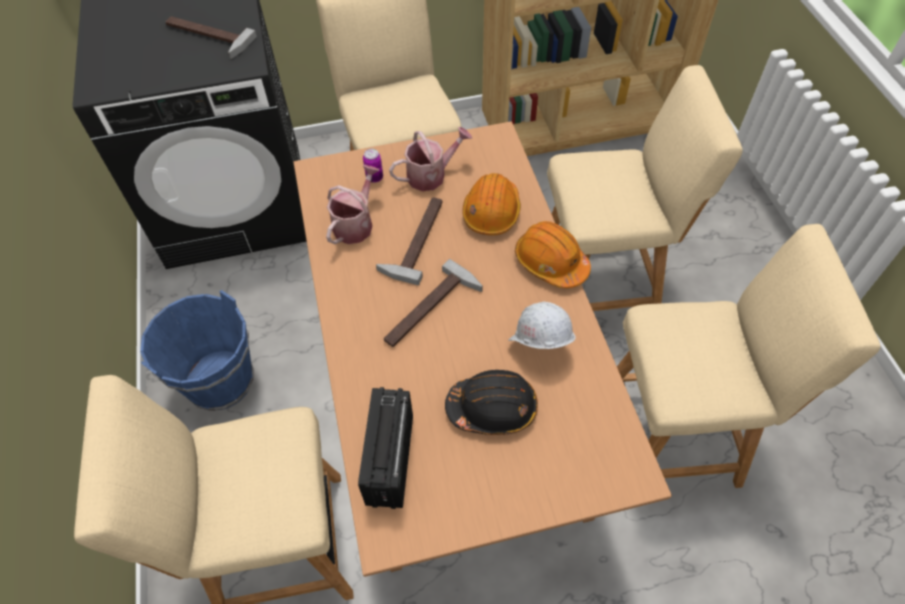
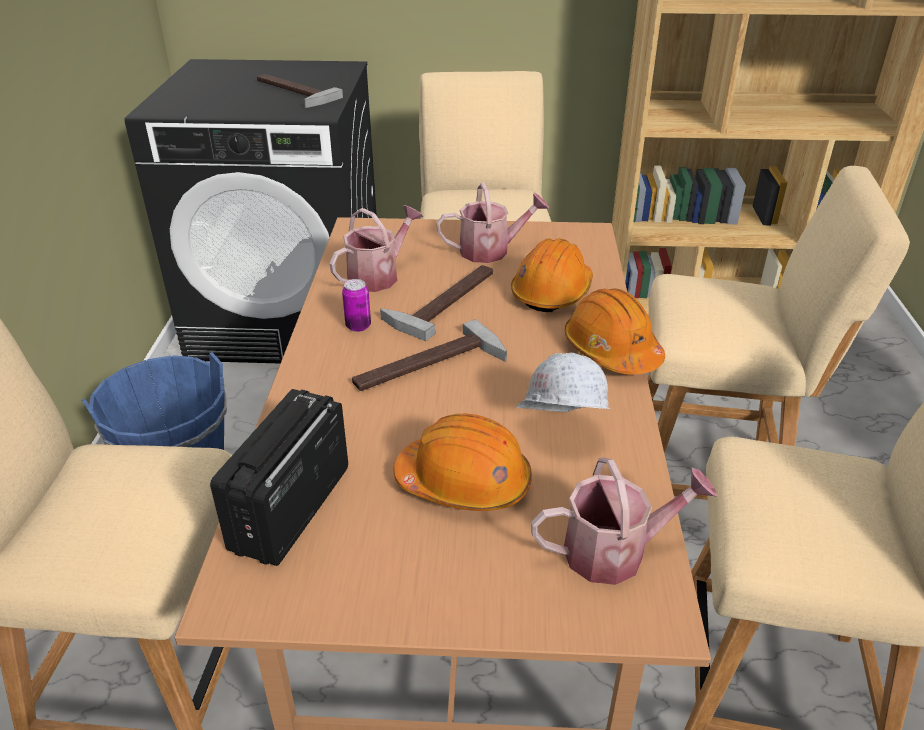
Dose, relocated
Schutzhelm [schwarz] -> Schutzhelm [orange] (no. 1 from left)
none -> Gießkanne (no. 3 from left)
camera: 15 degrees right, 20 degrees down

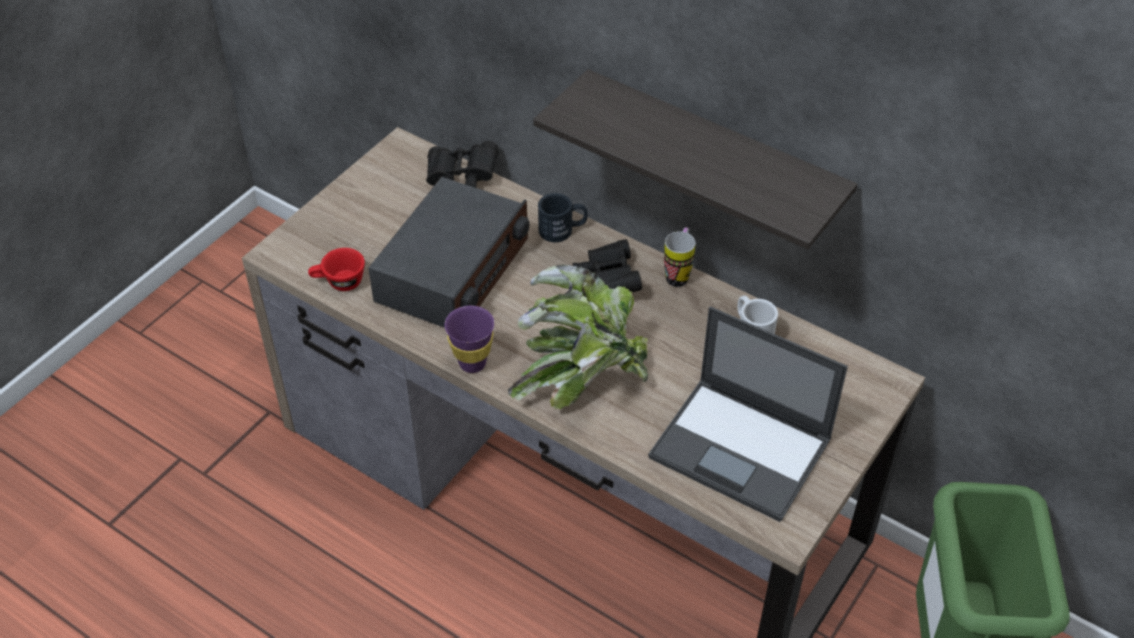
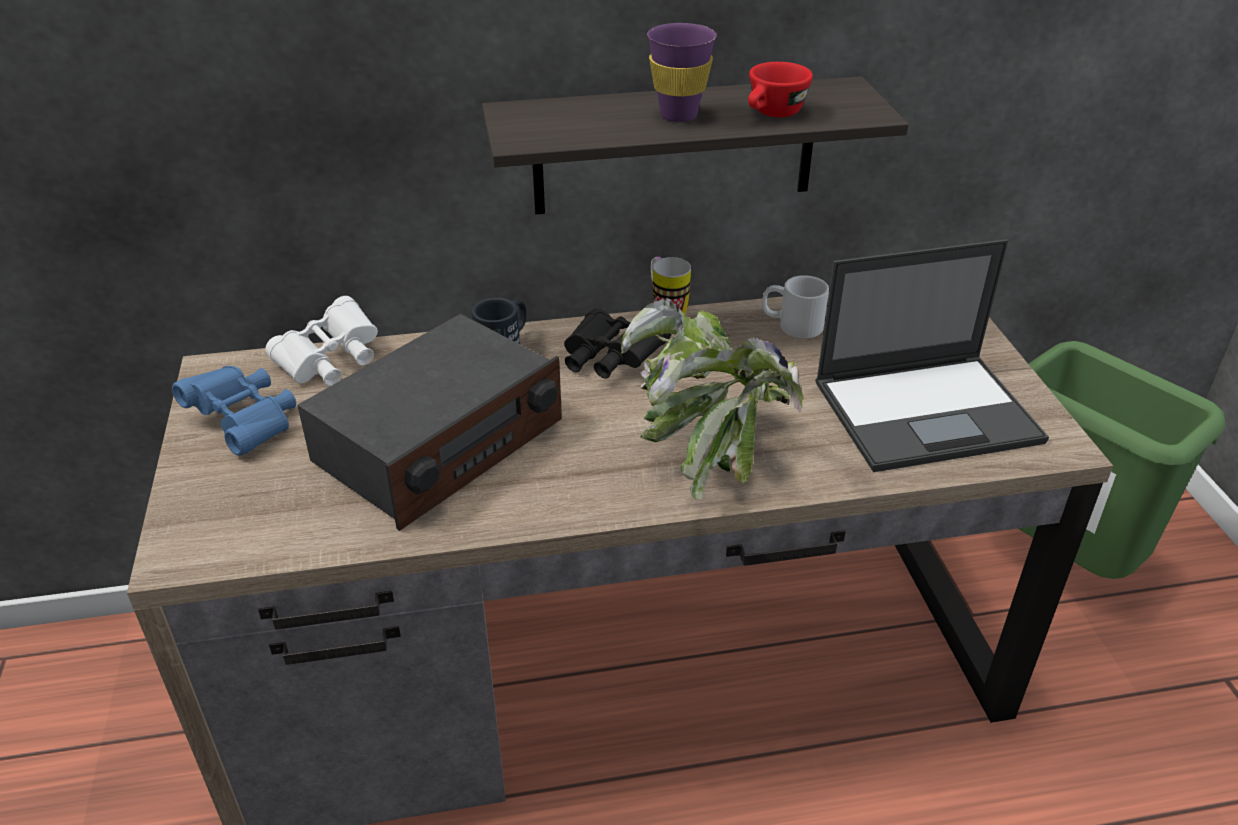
Tasse [rot], relocated
Radio, 60 degrees clockwise
Fernglas [schwarz] (no. 1 from left) -> Fernglas [weiß]
Tasse [lila], relocated
none -> Fernglas [blau]
camera: 45 degrees left, 10 degrees down

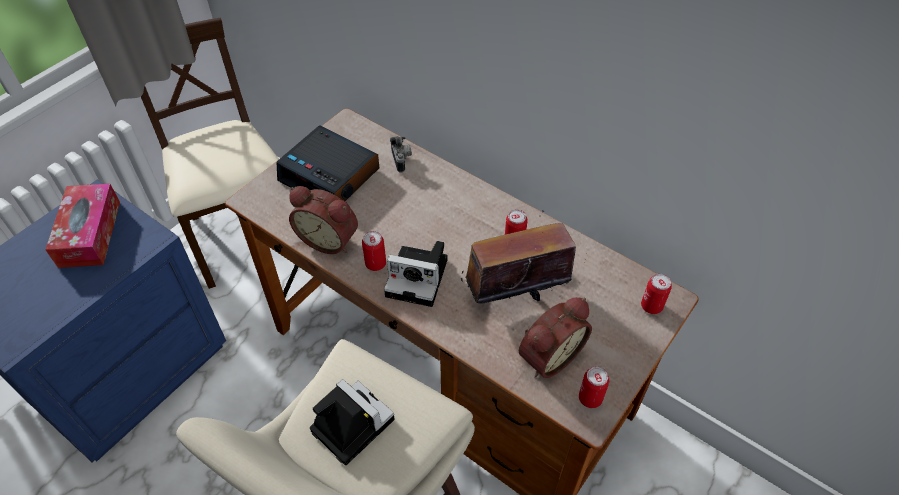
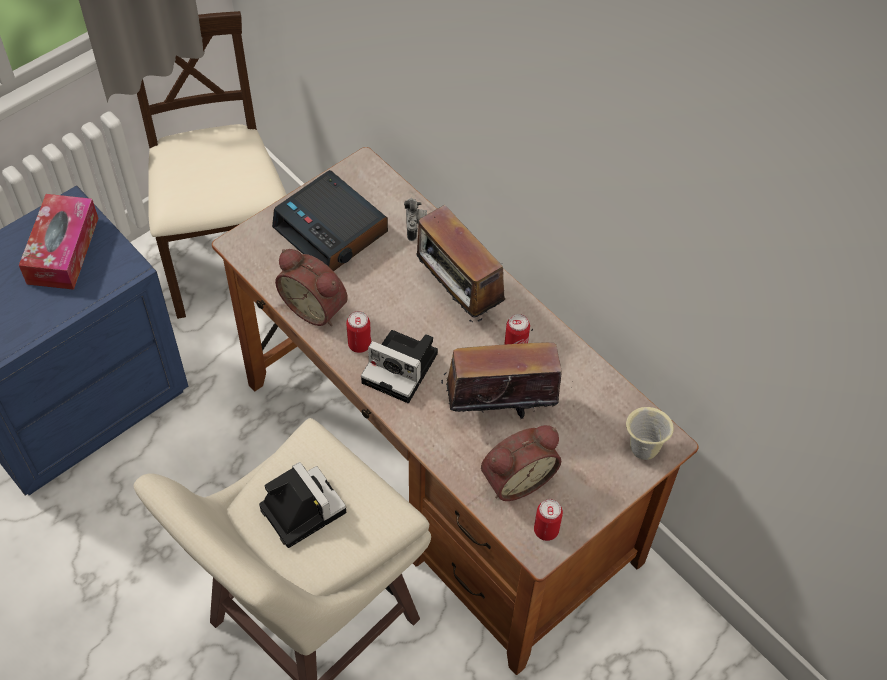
Dose (no. 4 from left) -> Henkelbecher [beige]
none -> Radio (no. 1 from left)
camera: 10 degrees right, 5 degrees up

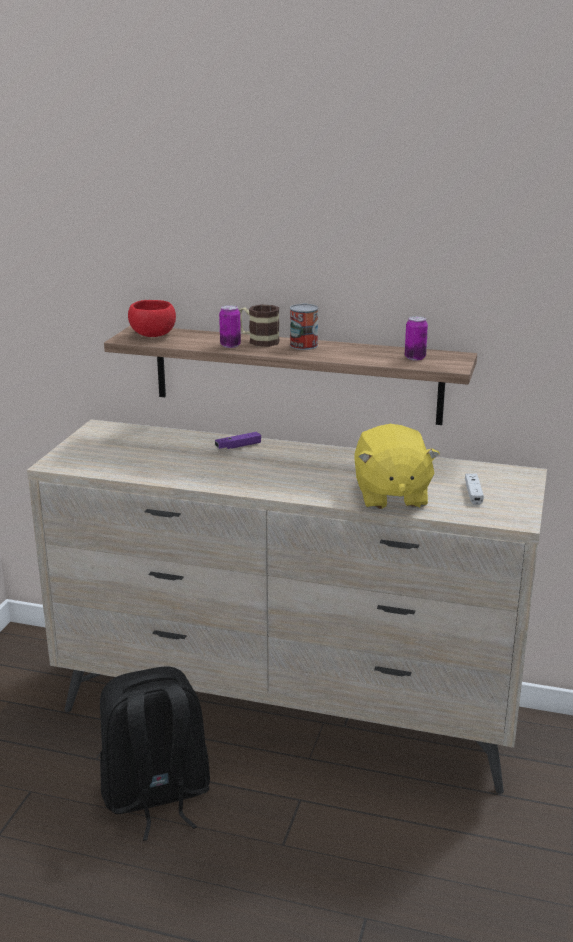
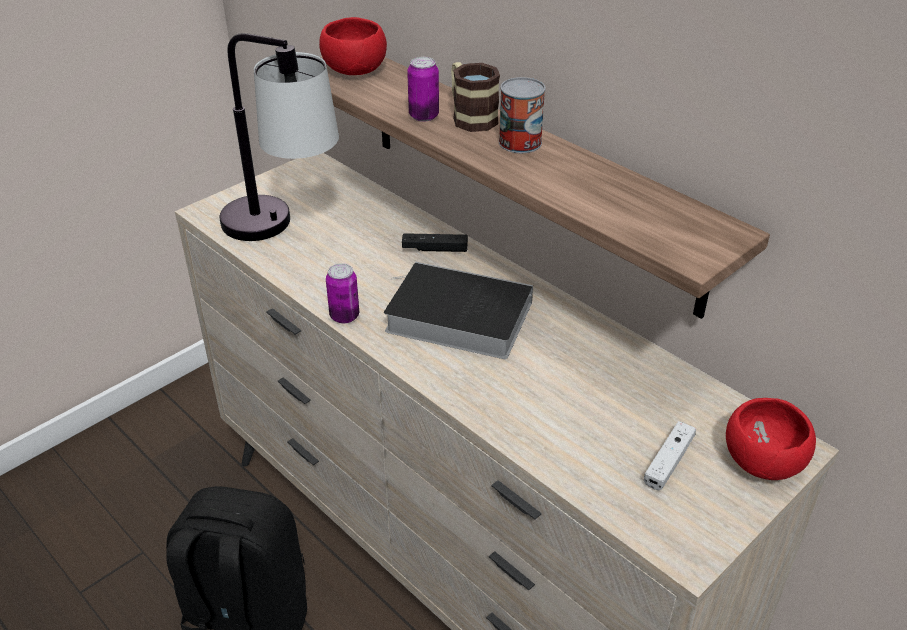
Gamepad [lila] -> Gamepad [schwarz]
Plüschtier [gelb] -> none
Dose (no. 3 from left in the first image) -> Dose (no. 1 from left), relocated
none -> Tischlampe
none -> Buch
none -> Schüssel [rot] (no. 2 from left)
camera: 30 degrees right, 15 degrees up

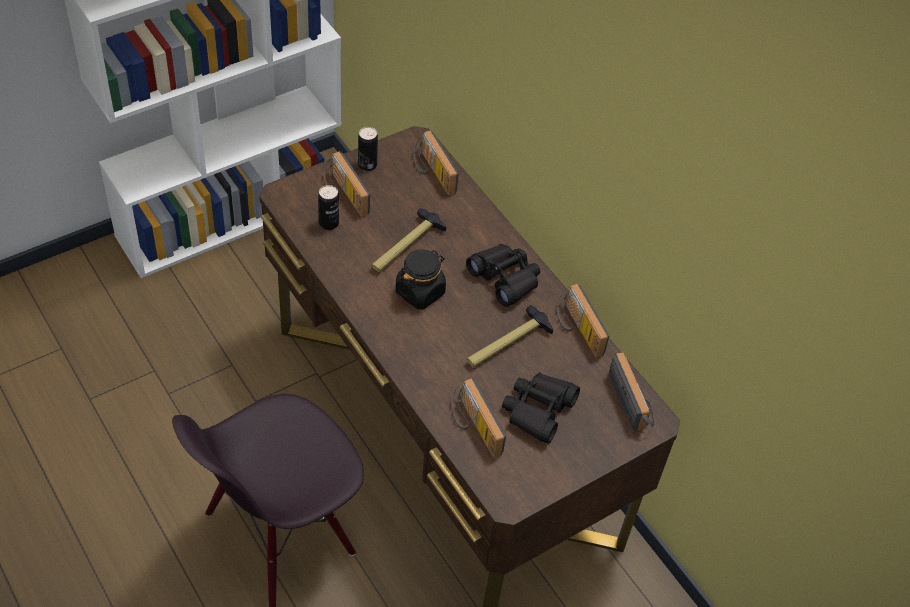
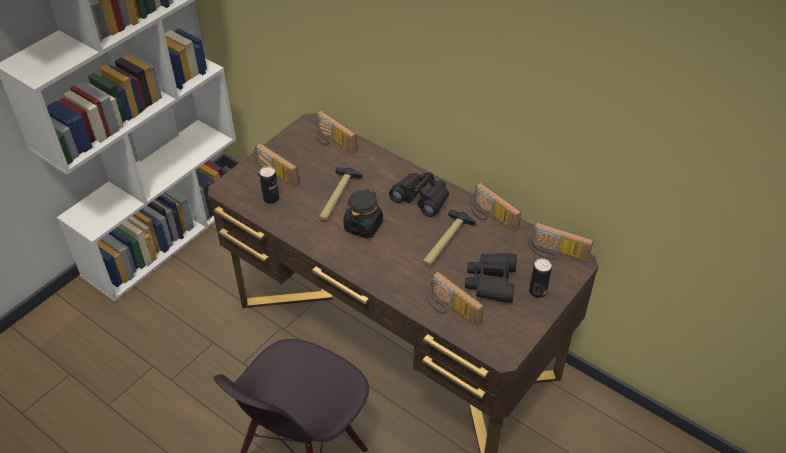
Dose (no. 2 from left), relocated
Radio (no. 5 from left), 150 degrees clockwise
camera: 15 degrees left, 5 degrees down

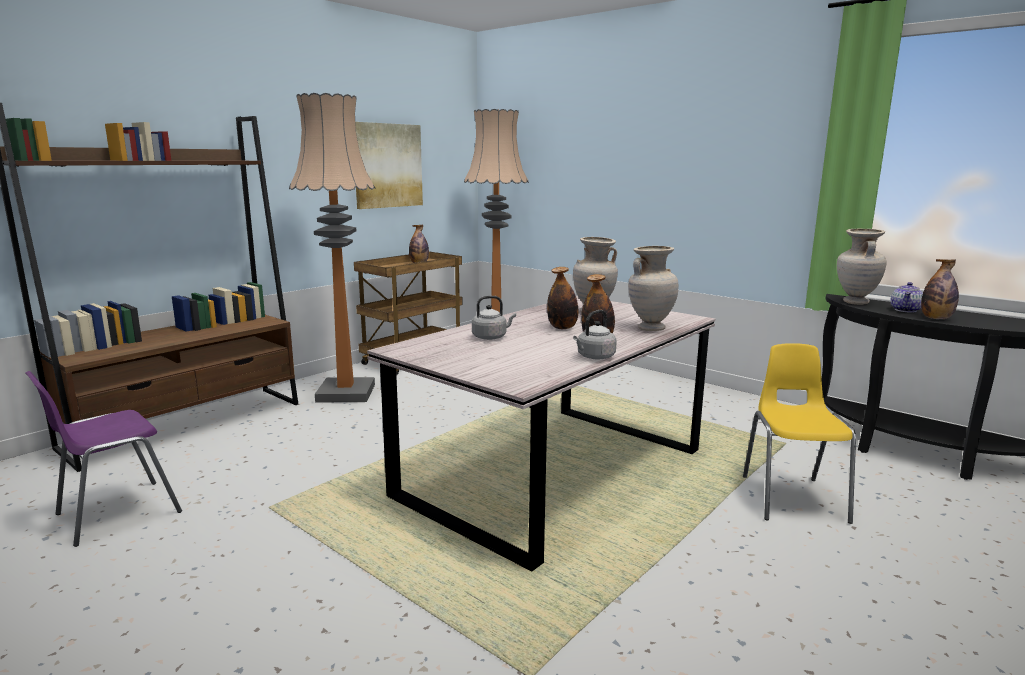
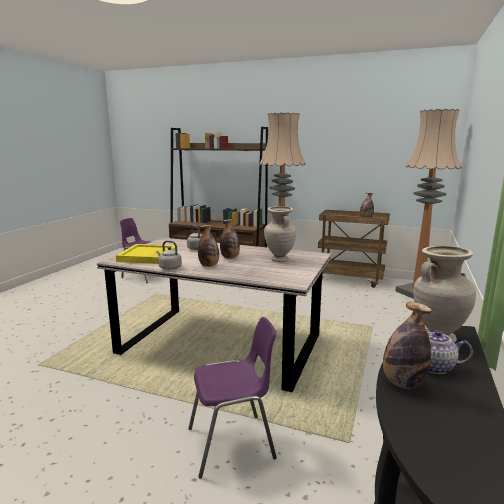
Bild -> none
Vase [beige] (no. 2 from left) -> none
Stuhl [gelb] -> Stuhl [lila] (no. 2 from left)
none -> Tablett [gelb]
camera: 70 degrees right, 0 degrees up

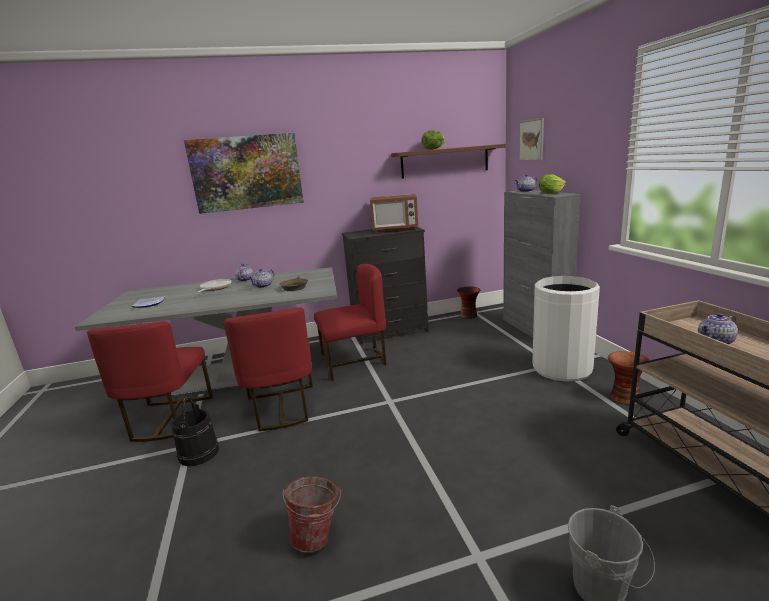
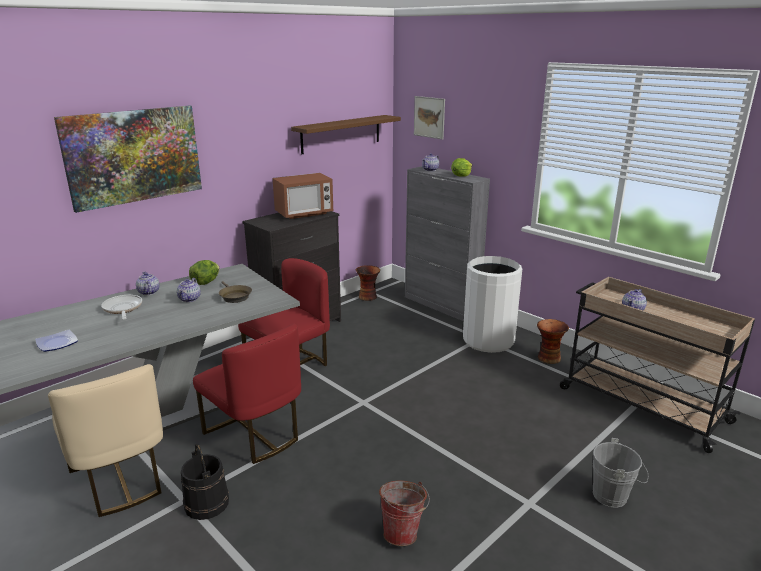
Stuhl [rot] (no. 1 from left) -> Stuhl [beige]
Salatkopf (no. 1 from left), relocated
camera: 30 degrees left, 5 degrees up

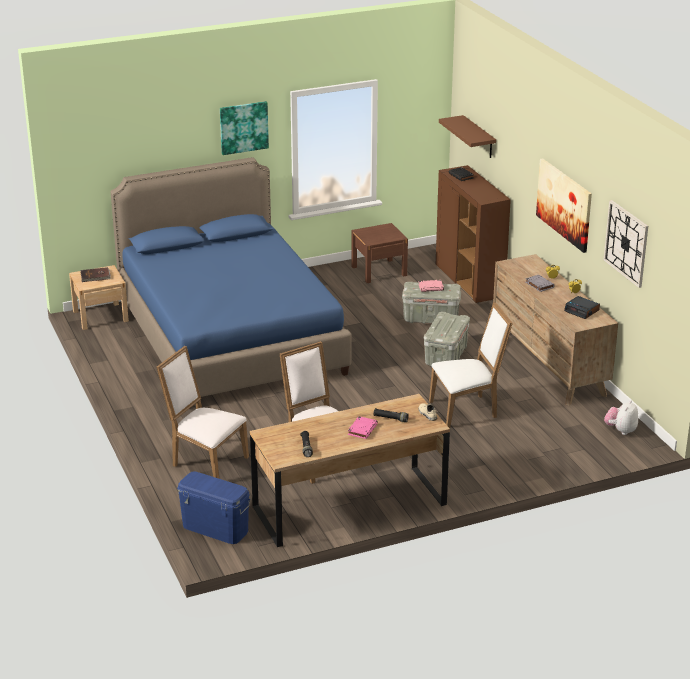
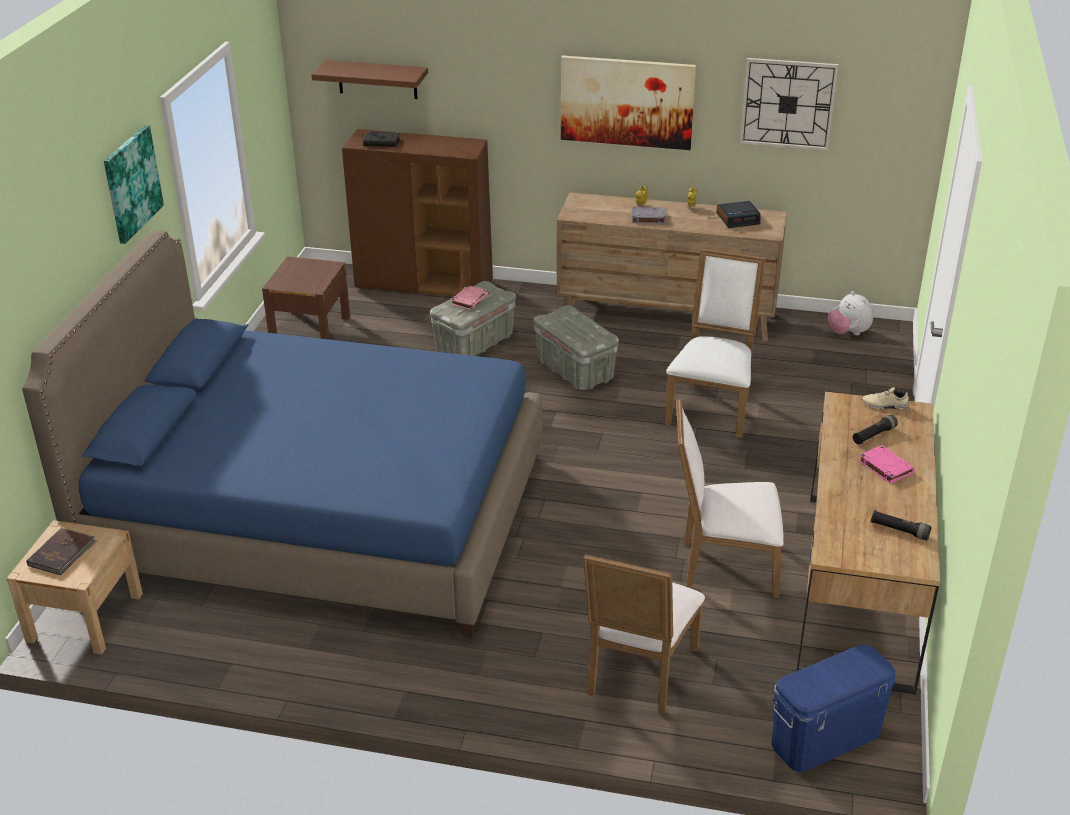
Stuhl [weiß] (no. 1 from left), 45 degrees counterclockwise
camera: 55 degrees left, 5 degrees up

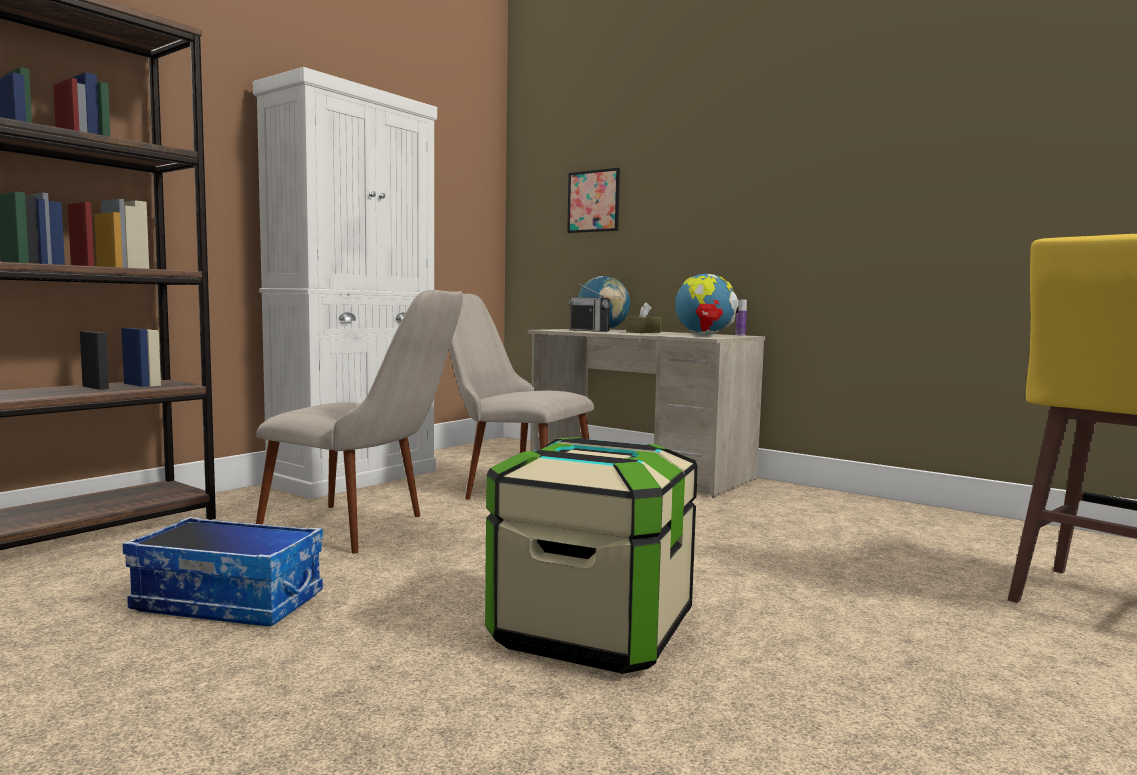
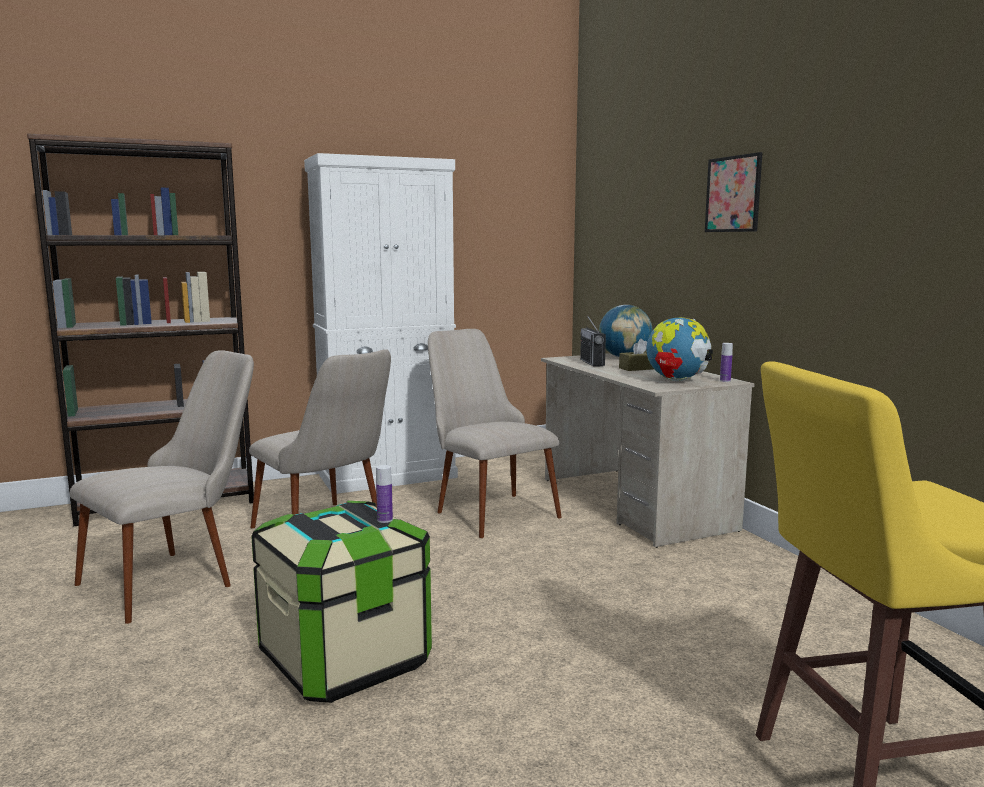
Aufbewahrungsbox (no. 1 from left) -> Stuhl [beige] (no. 1 from left)
Bild, relocated
none -> Flasche (no. 1 from left)
camera: 30 degrees right, 5 degrees up

